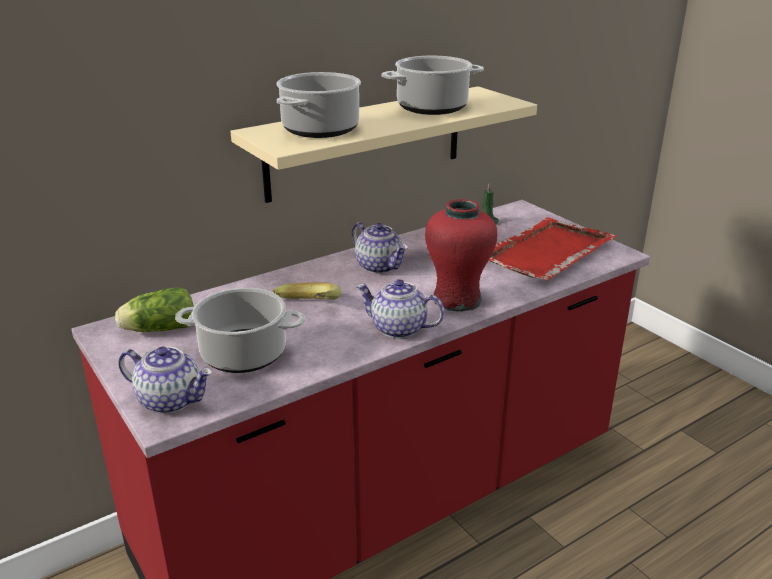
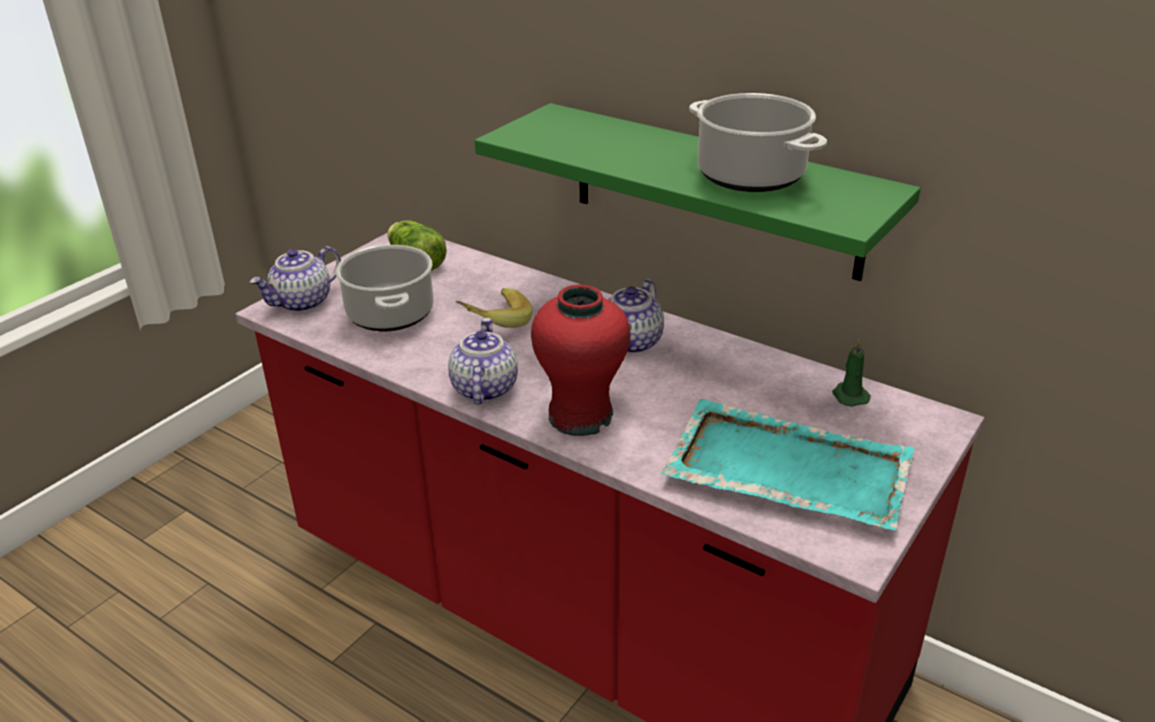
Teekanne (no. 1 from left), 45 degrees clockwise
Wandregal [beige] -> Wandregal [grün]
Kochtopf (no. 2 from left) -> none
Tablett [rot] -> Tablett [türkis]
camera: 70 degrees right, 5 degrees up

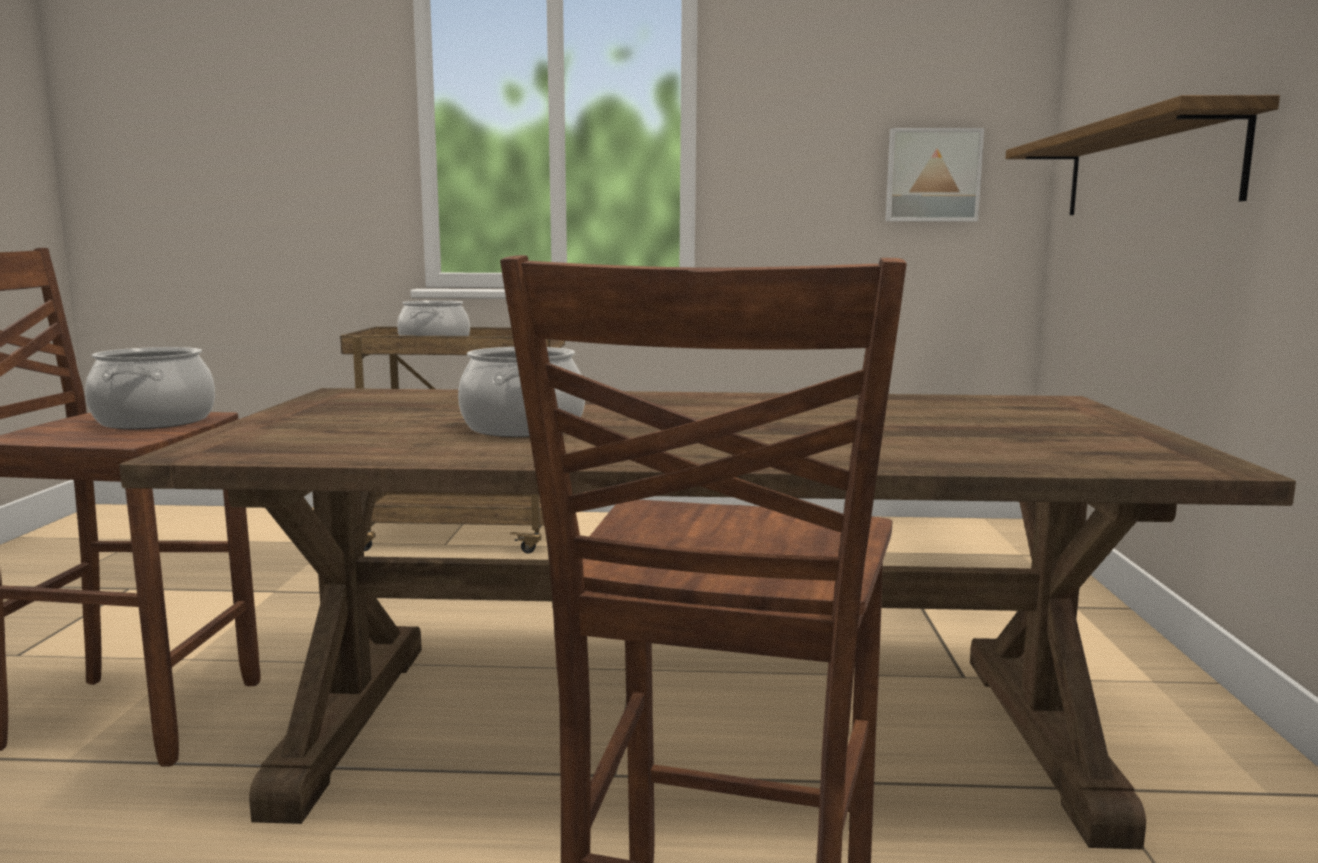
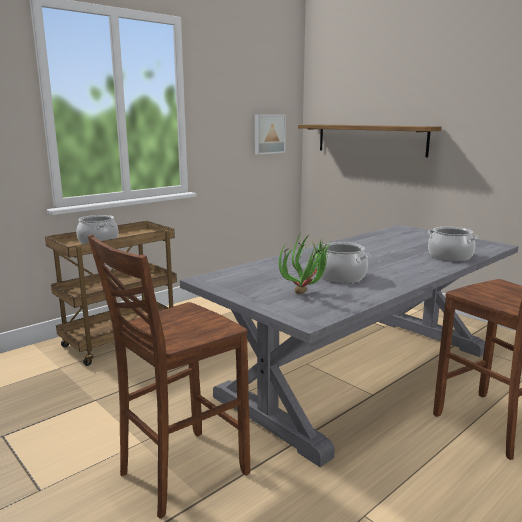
Kochtopf (no. 1 from left in the first image) -> Kochtopf (no. 3 from left), relocated
Esstisch [braun] -> Esstisch [grau]
none -> Topfpflanze
camera: 45 degrees left, 5 degrees up

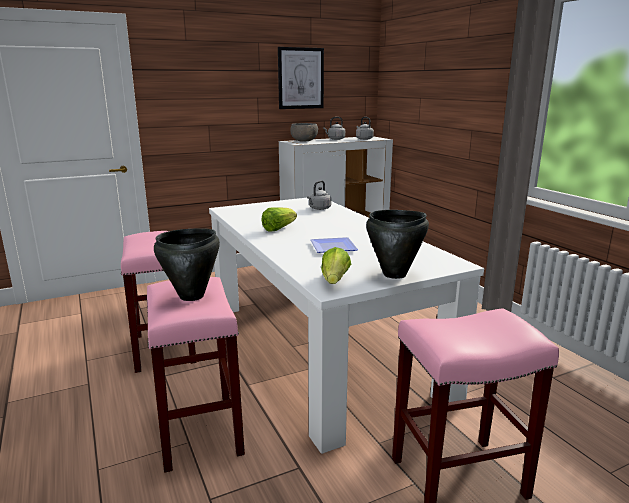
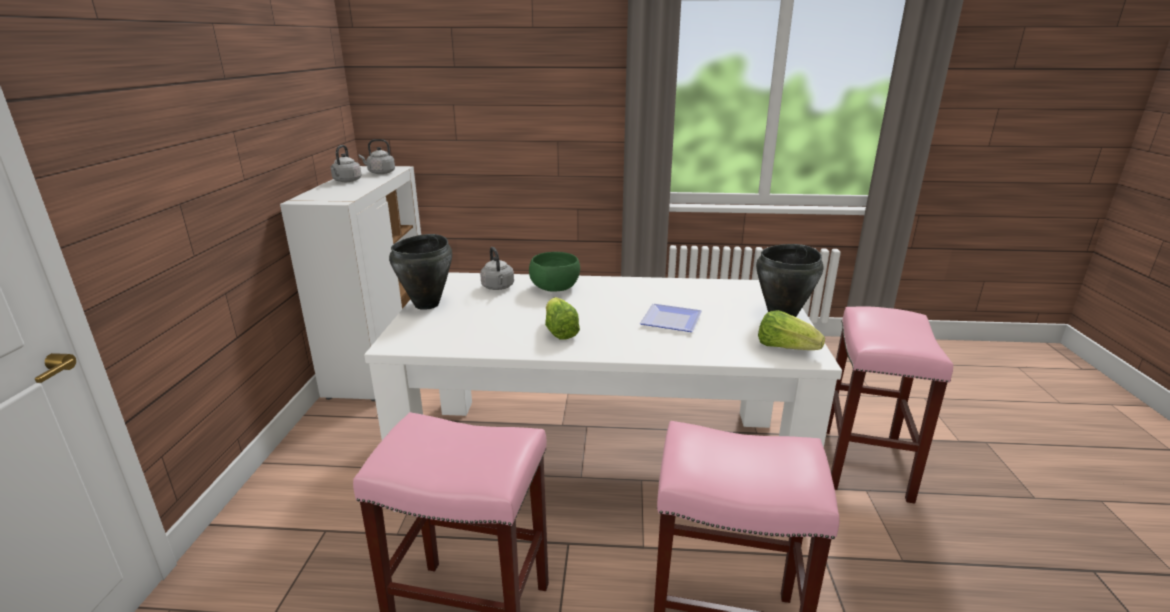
Kochtopf [schwarz] (no. 1 from left), relocated
Bild -> none
Schüssel [grau] -> none
none -> Schüssel [grün]
camera: 60 degrees left, 5 degrees up

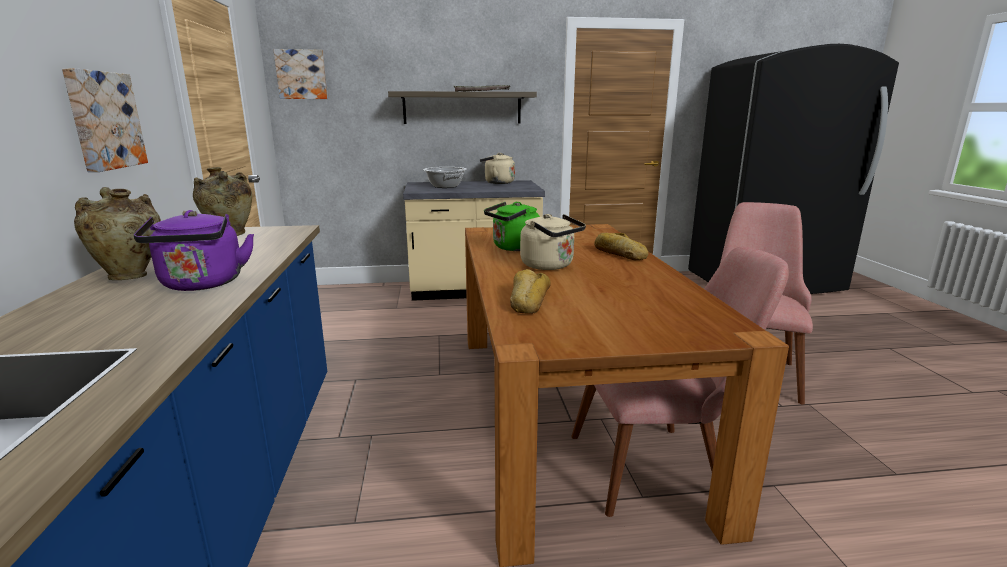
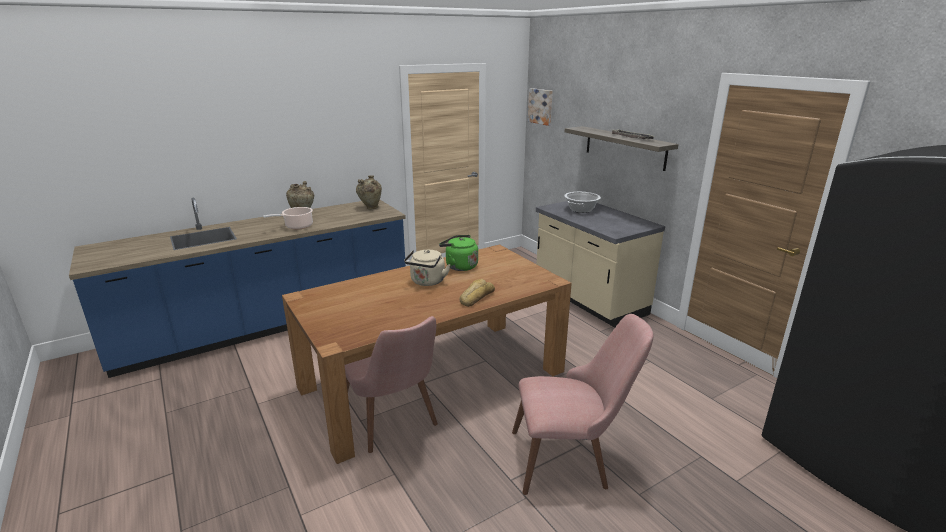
Bild (no. 1 from left) -> none
Wasserkessel [lila] -> Kochtopf (no. 1 from left)
Wasserkessel [beige] (no. 1 from left) -> none
Brot (no. 1 from left) -> none
camera: 65 degrees right, 5 degrees up

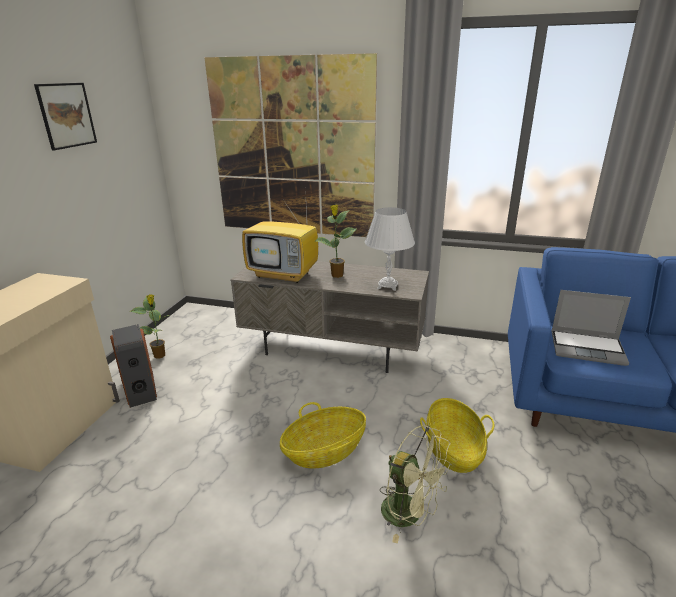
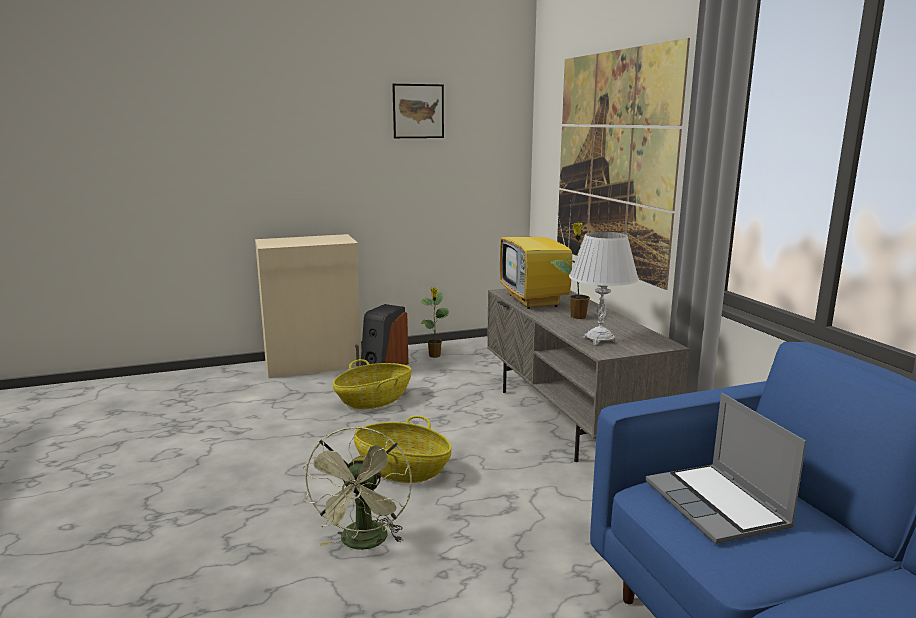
Korb (no. 2 from left in the first image) -> Korb (no. 1 from left), relocated
camera: 55 degrees right, 10 degrees down

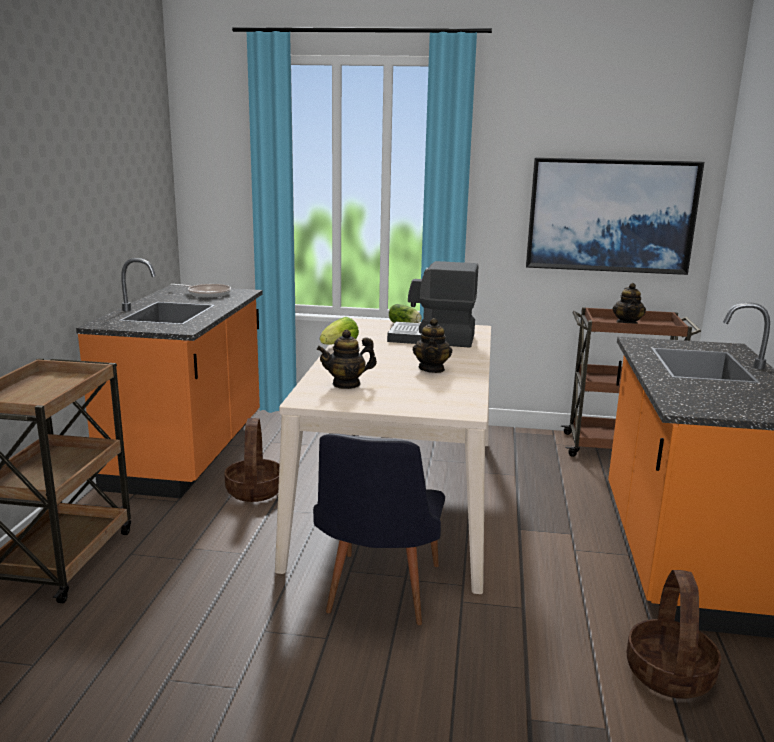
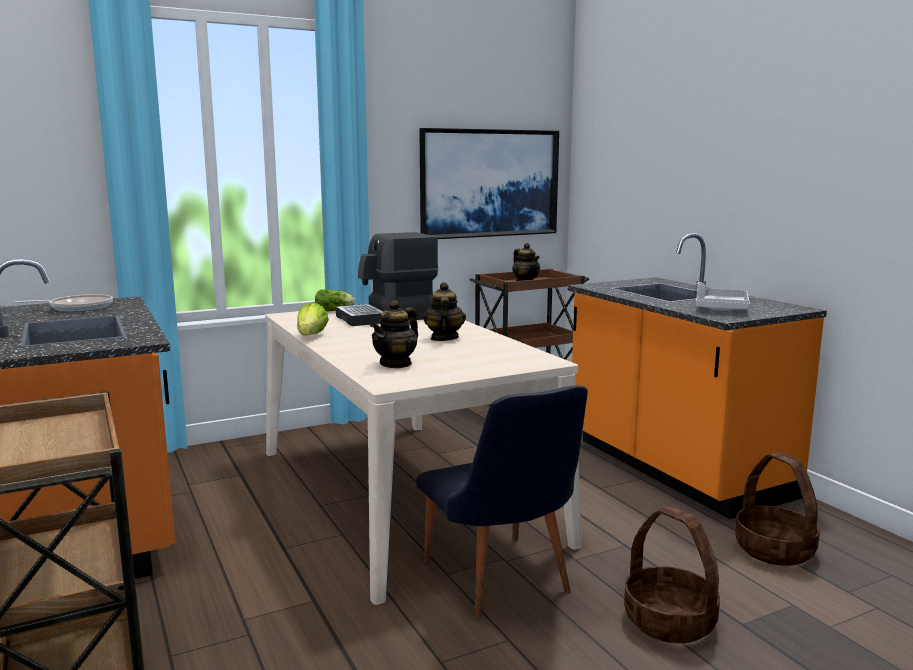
Korb (no. 1 from left), relocated
Teekanne (no. 2 from left), 150 degrees counterclockwise
none -> Tablett [grau]
camera: 35 degrees left, 5 degrees down

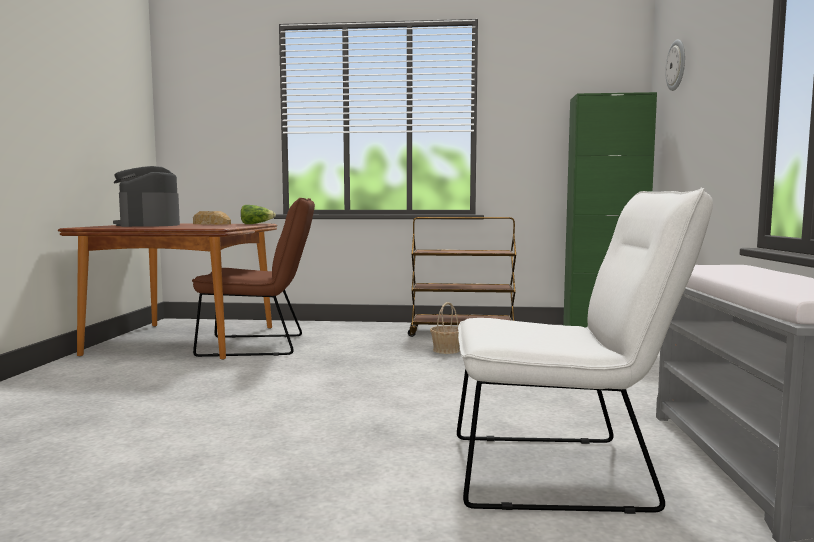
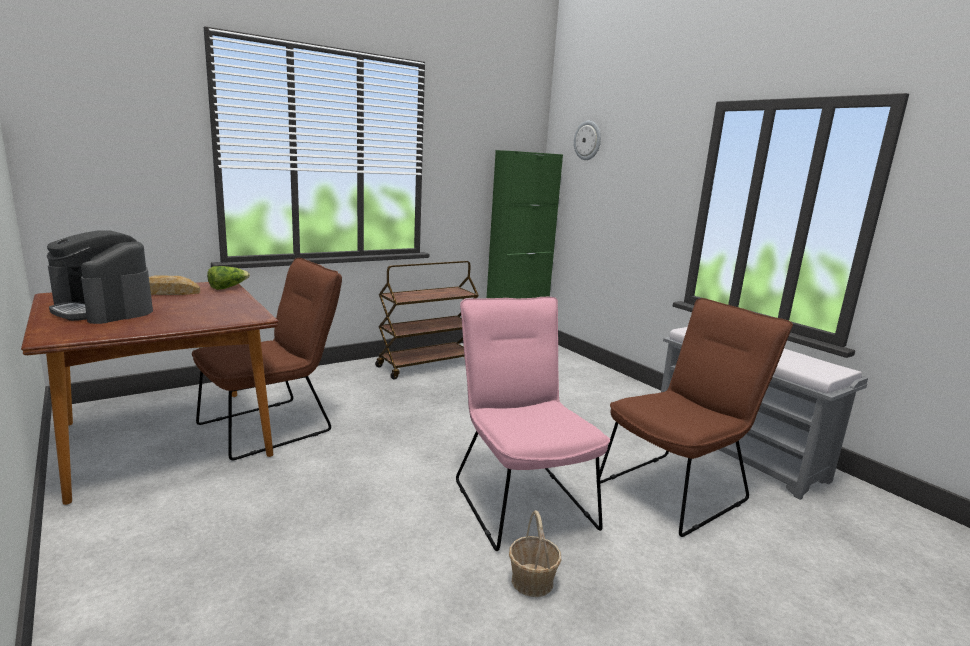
Korb, relocated
Stuhl [weiß] -> Stuhl [braun] (no. 2 from left)
none -> Stuhl [rosa]
camera: 40 degrees left, 10 degrees up

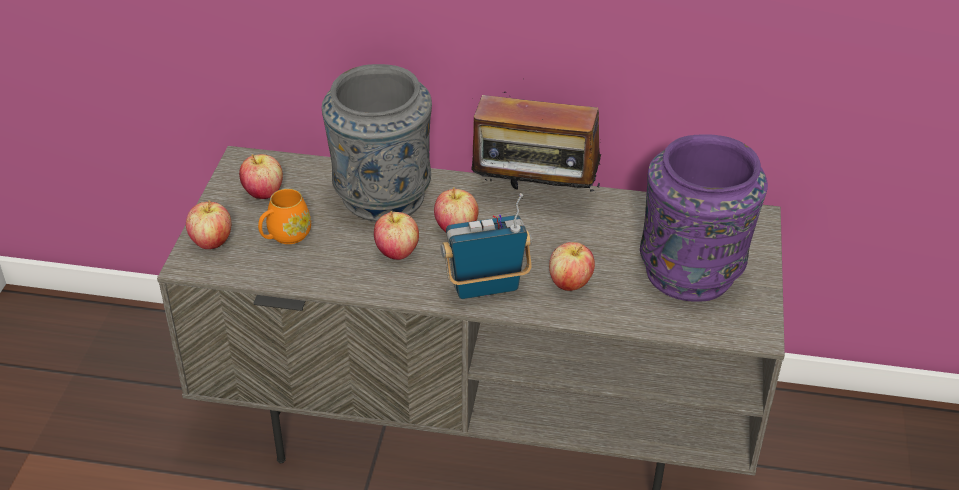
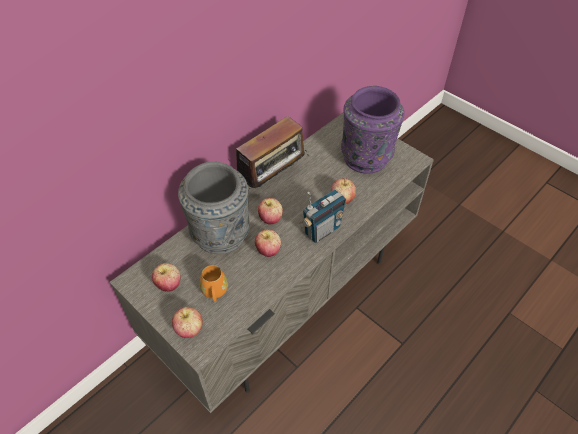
Radio (no. 1 from left in the first image) -> Radio (no. 2 from left), 150 degrees counterclockwise
camera: 55 degrees left, 10 degrees up

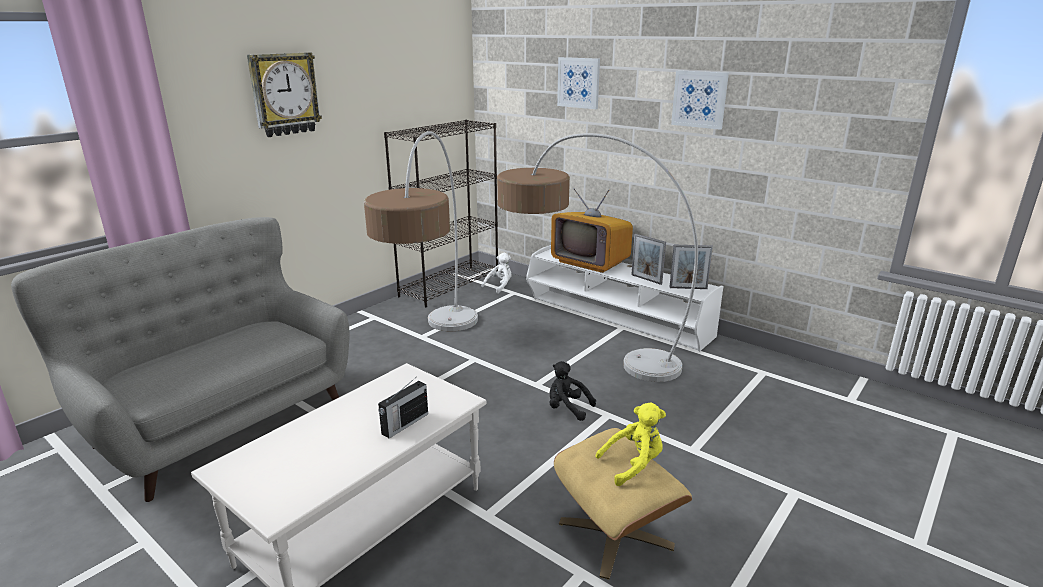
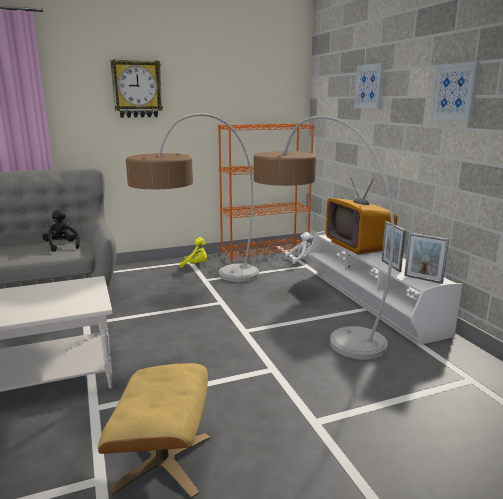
Radio -> none
Bücherregal [schwarz] -> Bücherregal [orange]
Plüschtier [schwarz], relocated
Plüschtier [gelb], relocated
camera: 30 degrees right, 5 degrees down

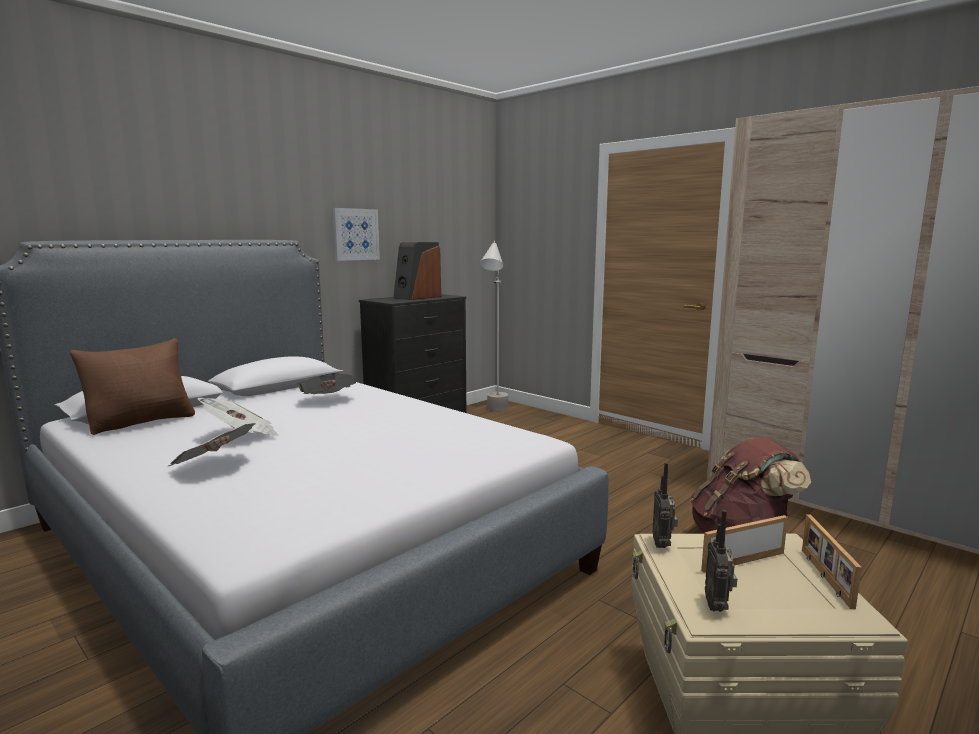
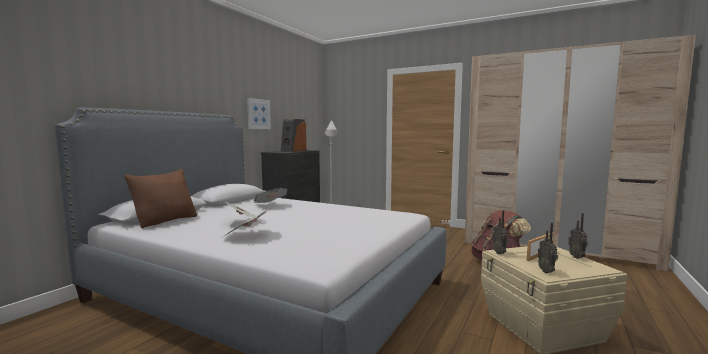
Bilderrahmen (no. 2 from left) -> Radio (no. 3 from left)
camera: 15 degrees left, 5 degrees down

